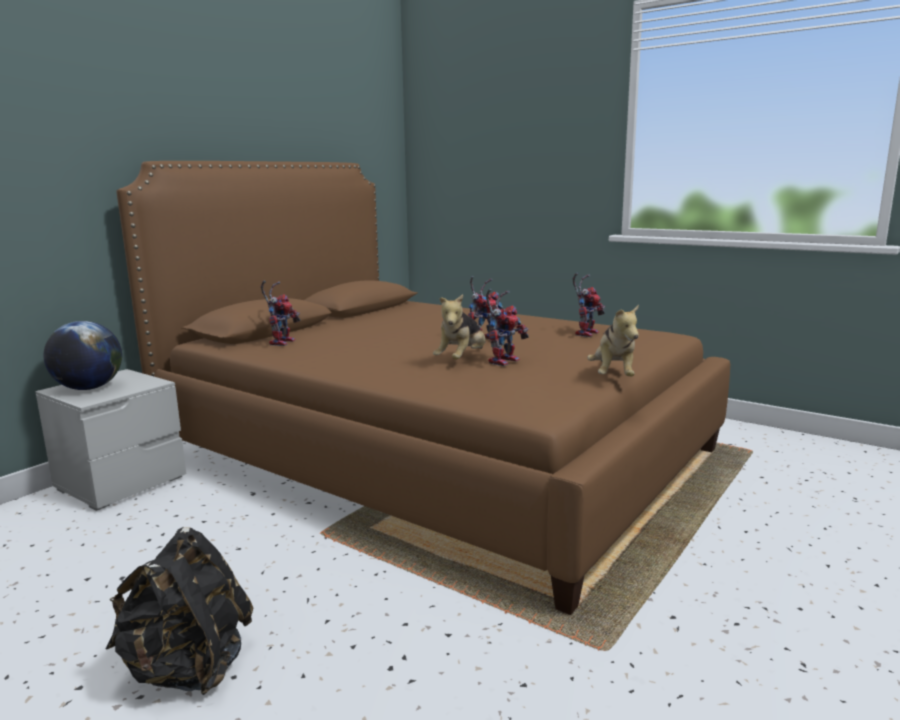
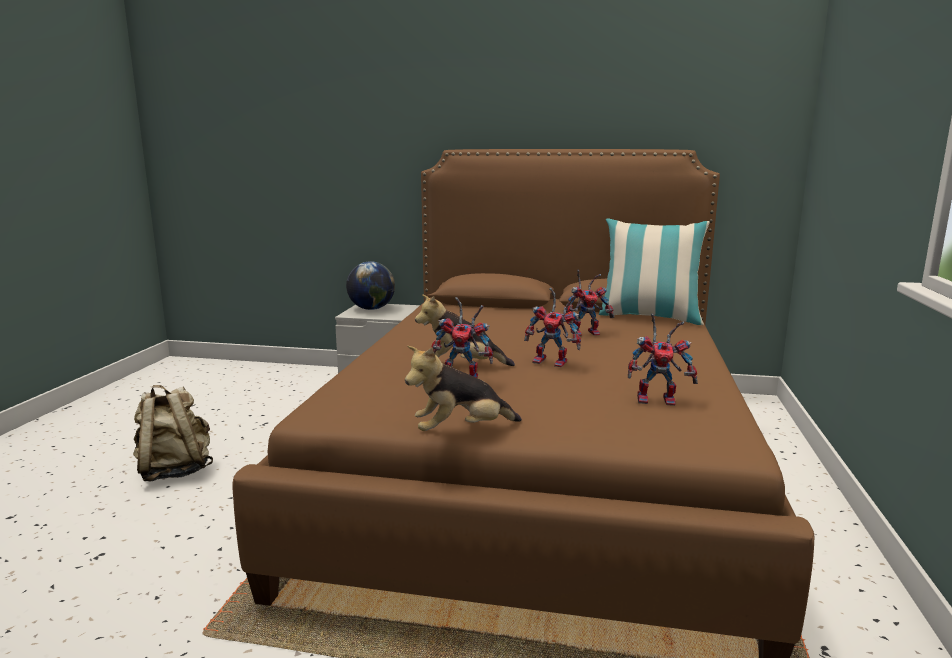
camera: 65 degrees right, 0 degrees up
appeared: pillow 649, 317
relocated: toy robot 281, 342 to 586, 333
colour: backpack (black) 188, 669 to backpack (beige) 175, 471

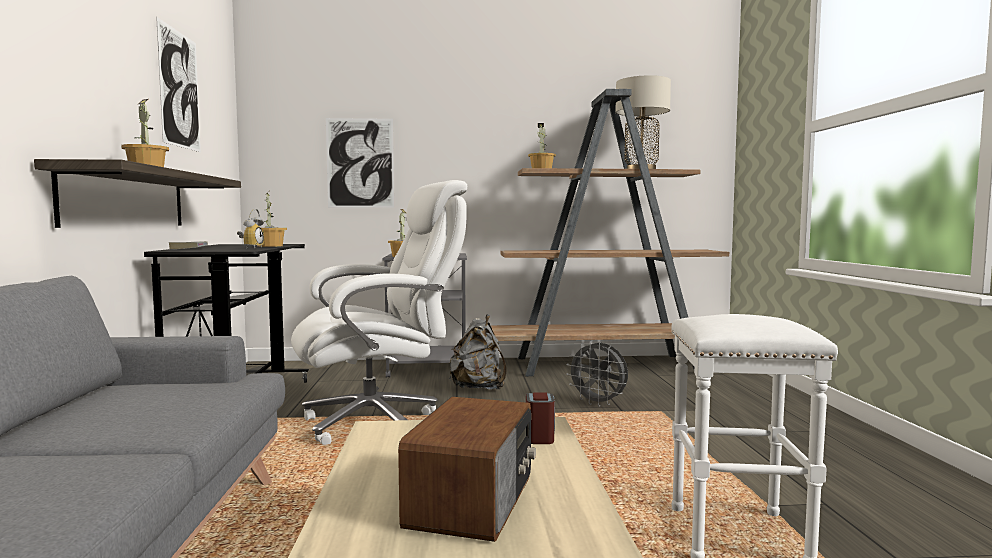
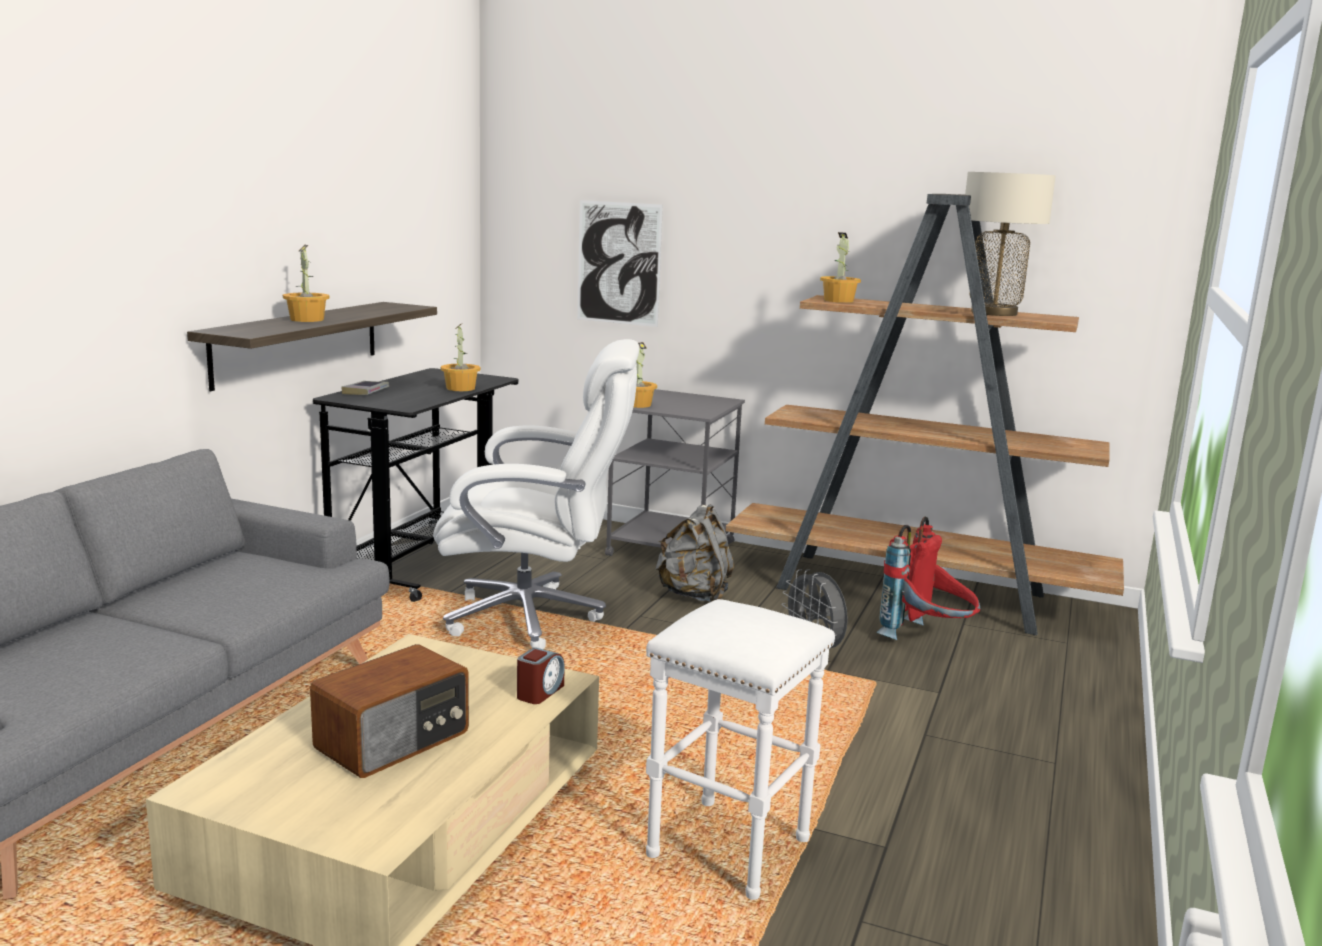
camera: 25 degrees right, 10 degrees up
missing: picture 180, 89; alarm clock 251, 248
appeared: backpack (red) 927, 640

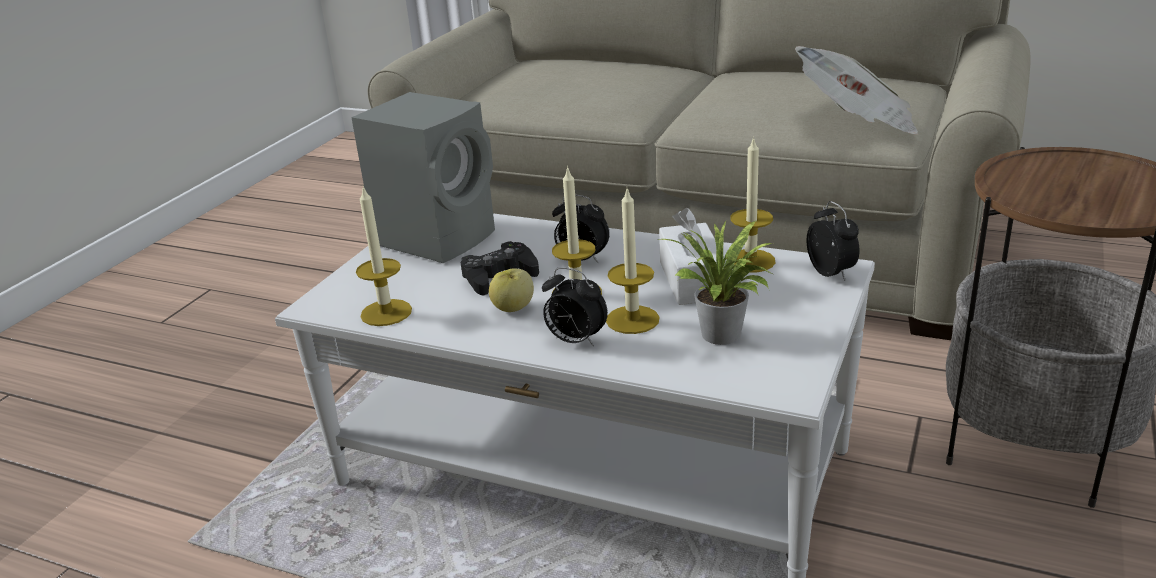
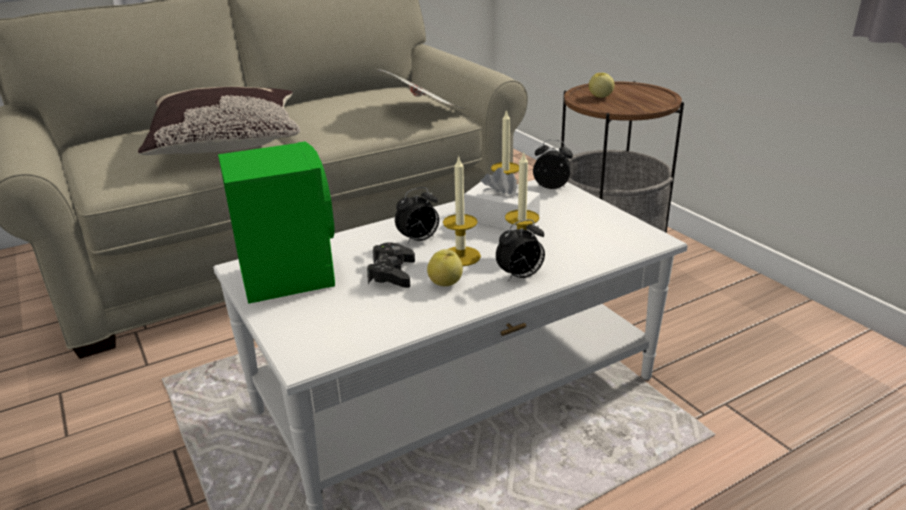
camera: 55 degrees left, 0 degrees up
missing: candle 386, 312; potted plant 722, 337
appeared: pillow 228, 143; apple 600, 97
colour: speaker (grey) 439, 237 to speaker (green) 287, 275

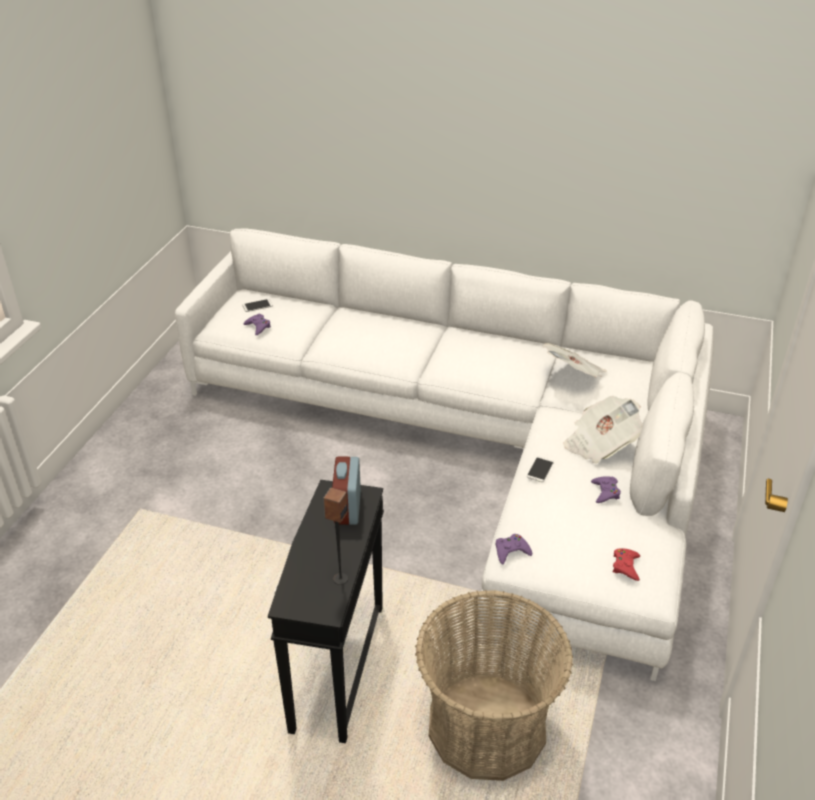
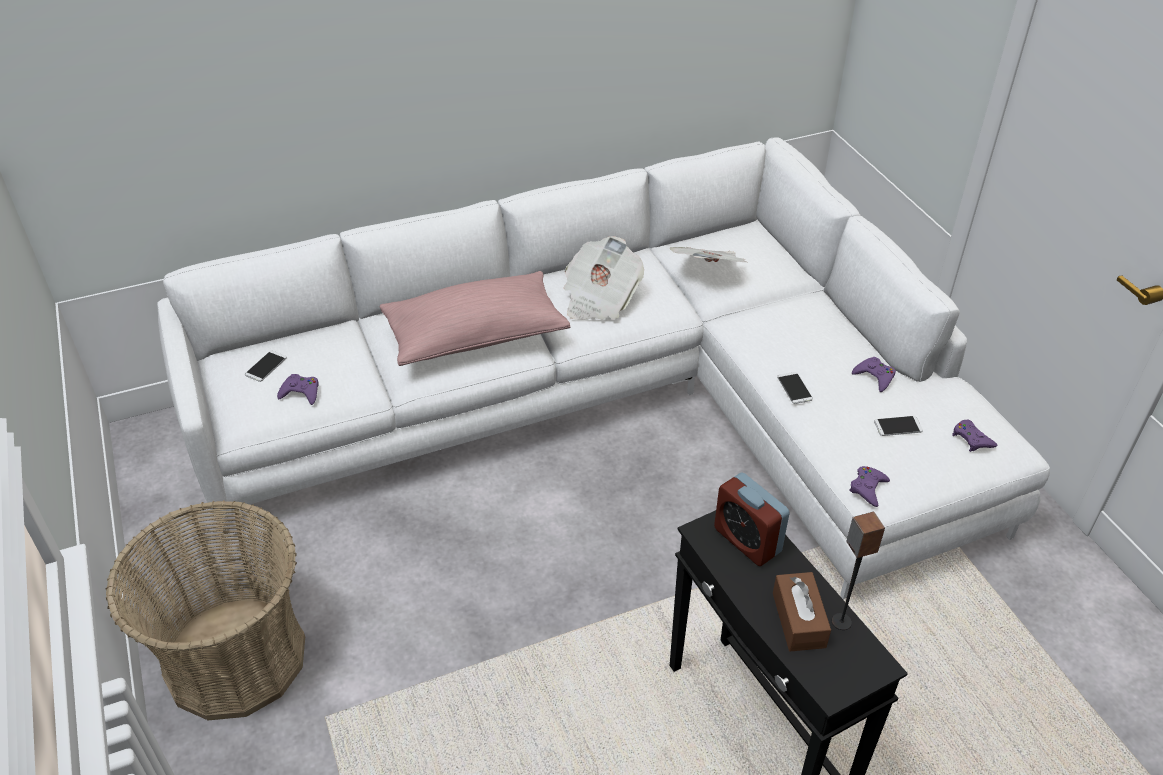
camera: 40 degrees left, 5 degrees up
appeared: pillow (pink) 475, 336; tissue box (brown) 798, 620; phone 898, 426
relocated: basket 487, 727 to 236, 658; newspaper 600, 444 to 599, 298
colour: game controller (red) 626, 566 to game controller (purple) 971, 439

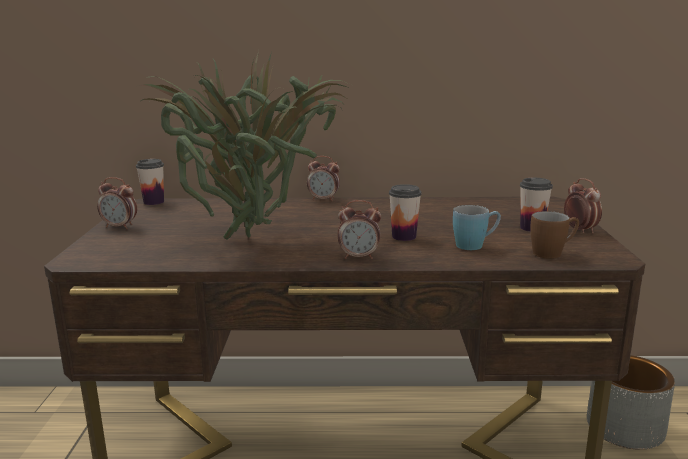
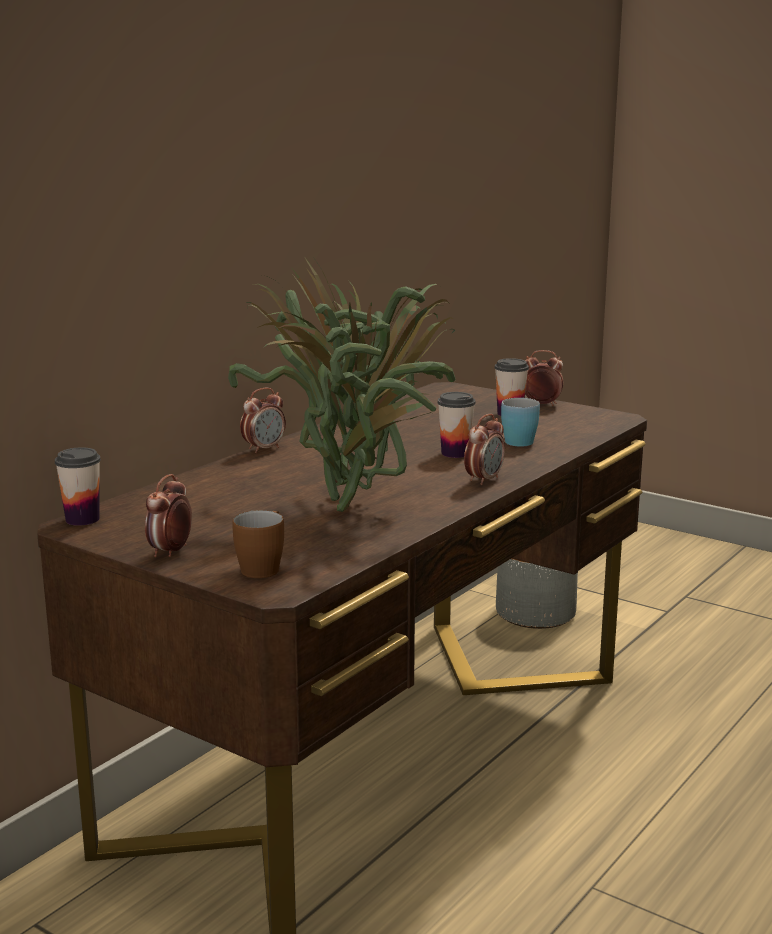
camera: 55 degrees left, 0 degrees up
relocated: mug (brown) 553, 253 to 264, 567
spun: alarm clock 120, 227 = 170, 552 150 degrees clockwise

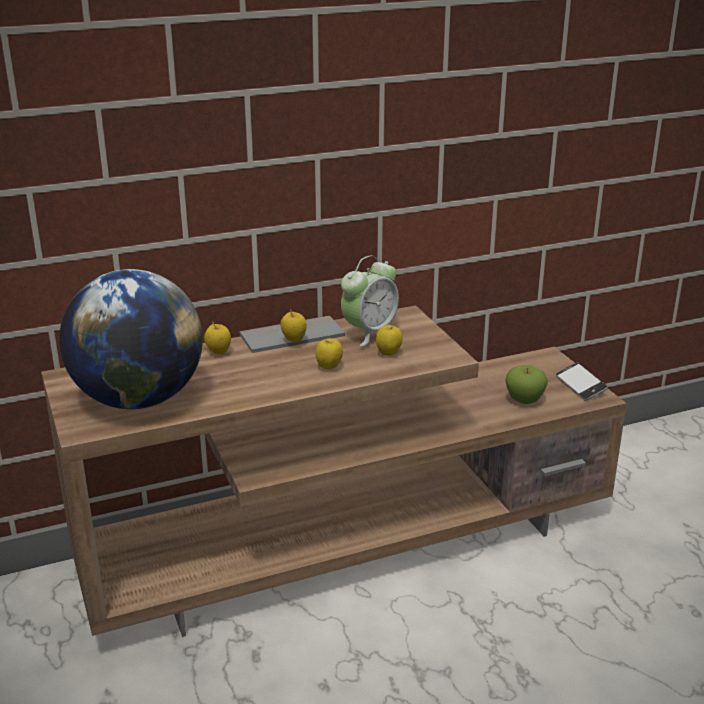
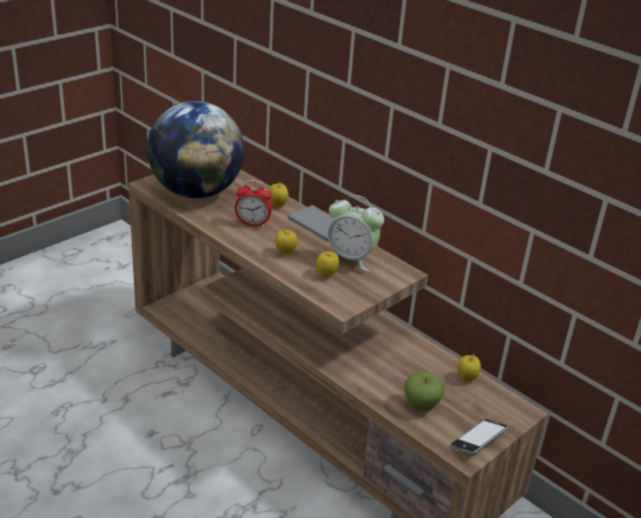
camera: 65 degrees right, 5 degrees up
appeared: alarm clock 253, 224
relocated: apple 294, 340 to 467, 378

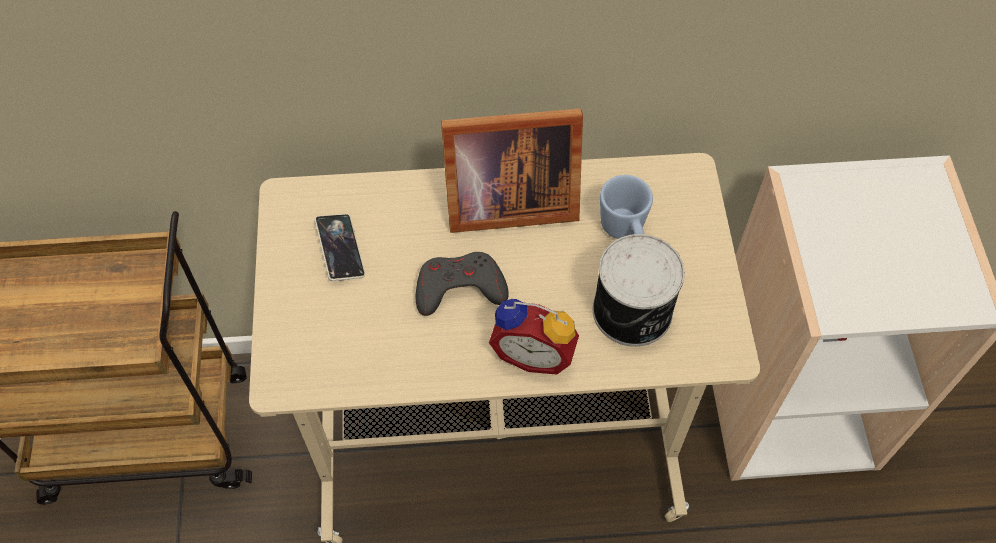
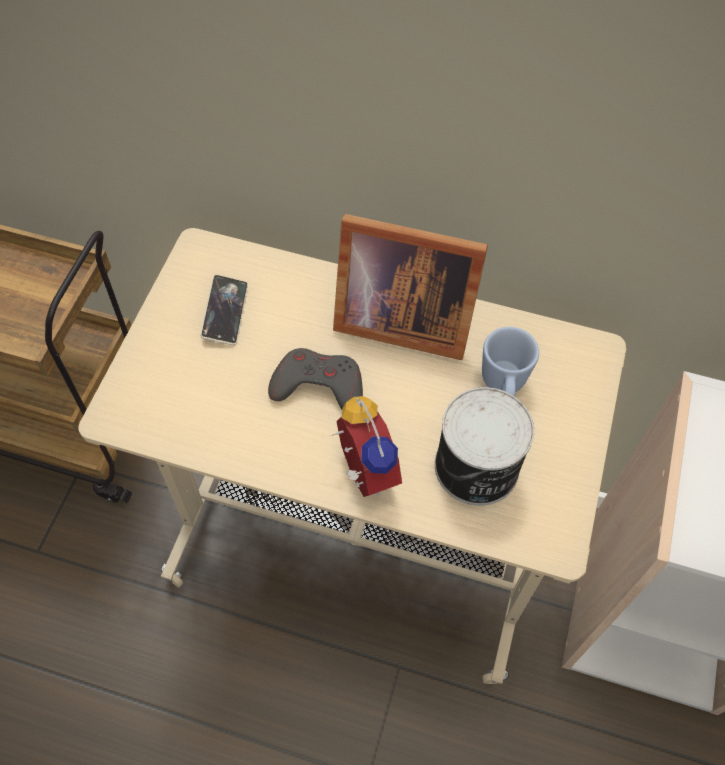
camera: 20 degrees right, 0 degrees up
spun: alarm clock 534, 352 = 361, 472 150 degrees counterclockwise

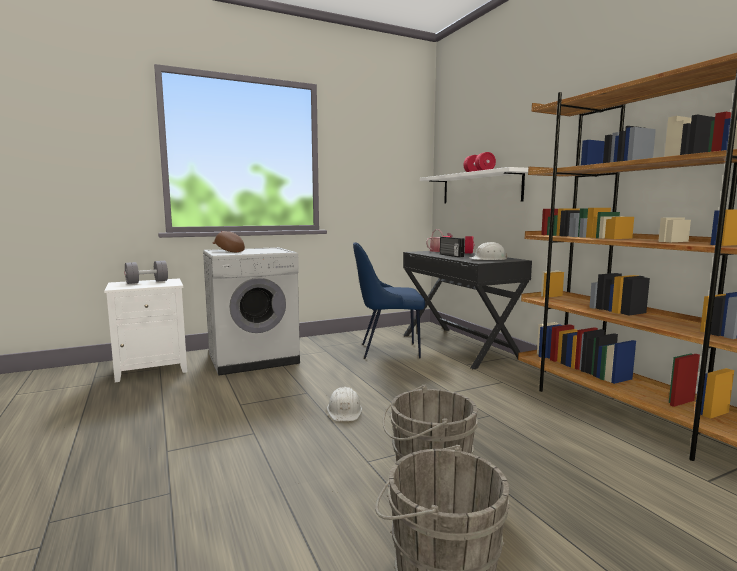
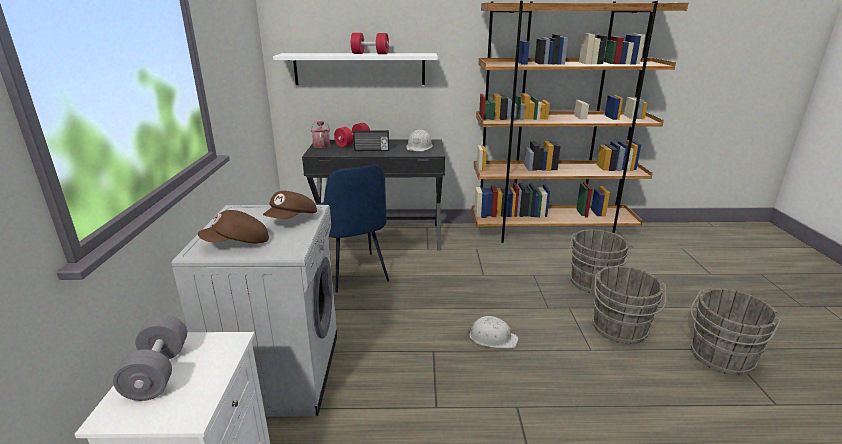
camera: 65 degrees left, 15 degrees up
appeared: cap (brown) 292, 219; bucket (grey) 592, 284
spun: chair (blue) 389, 351 = 355, 272 45 degrees counterclockwise

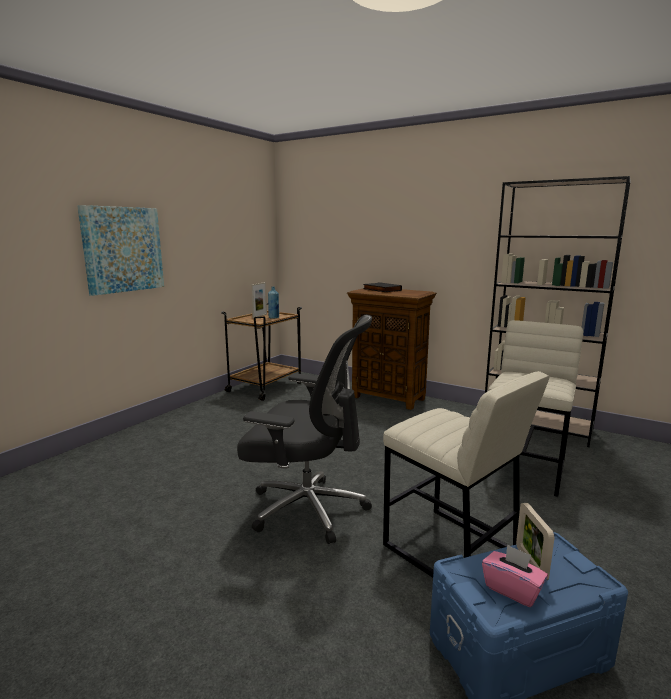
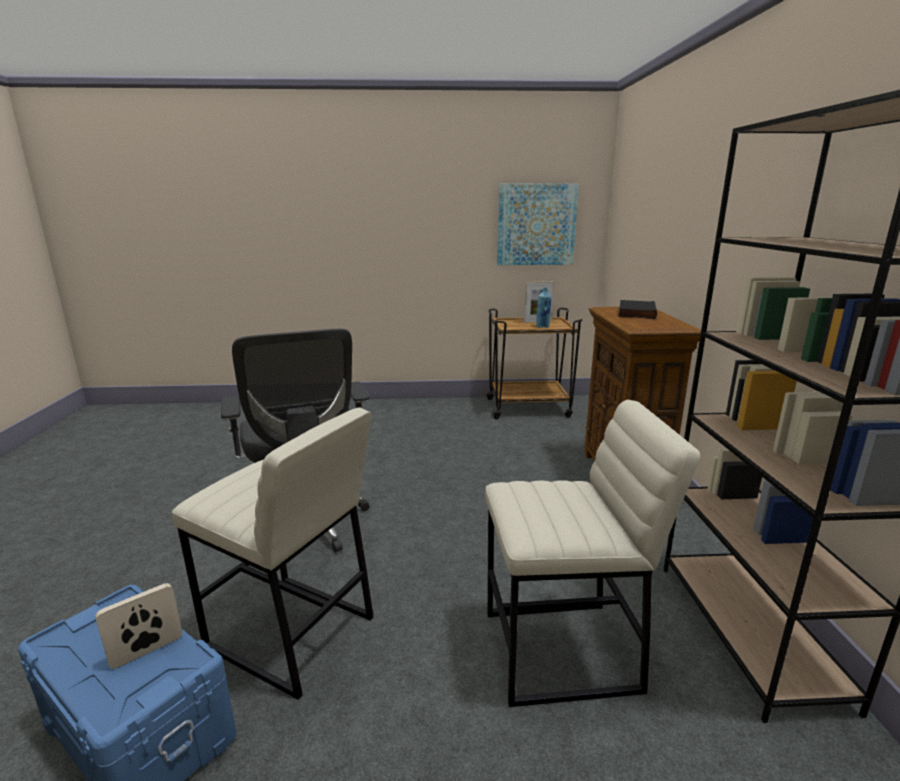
camera: 55 degrees right, 5 degrees up
missing: tissue box (pink) 512, 589
relocated: picture 123, 249 to 536, 224
spun: chair (beige) 452, 551 = 294, 633 75 degrees counterclockwise

